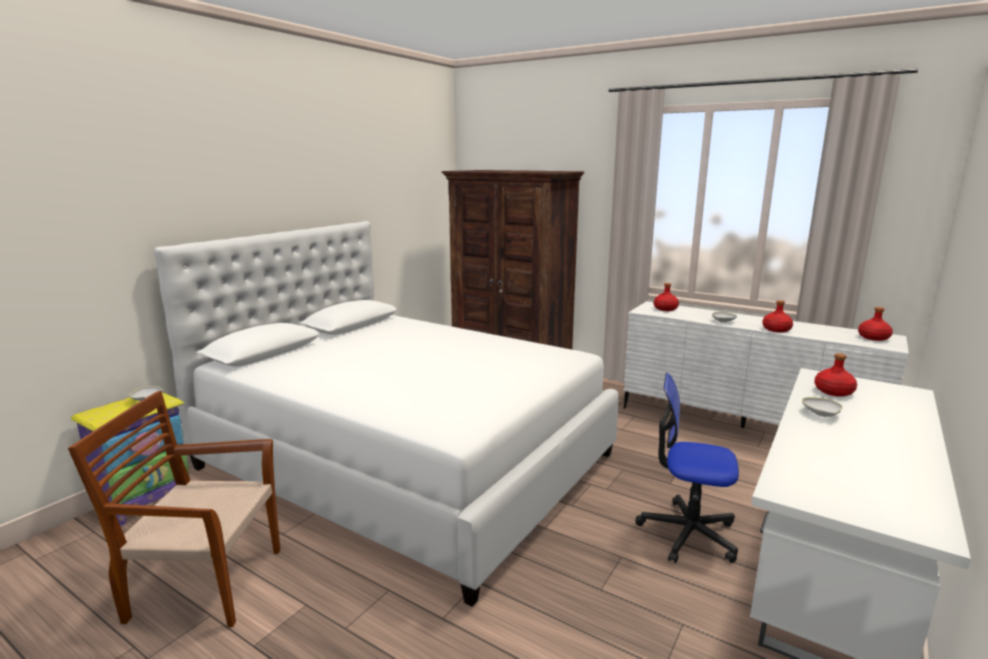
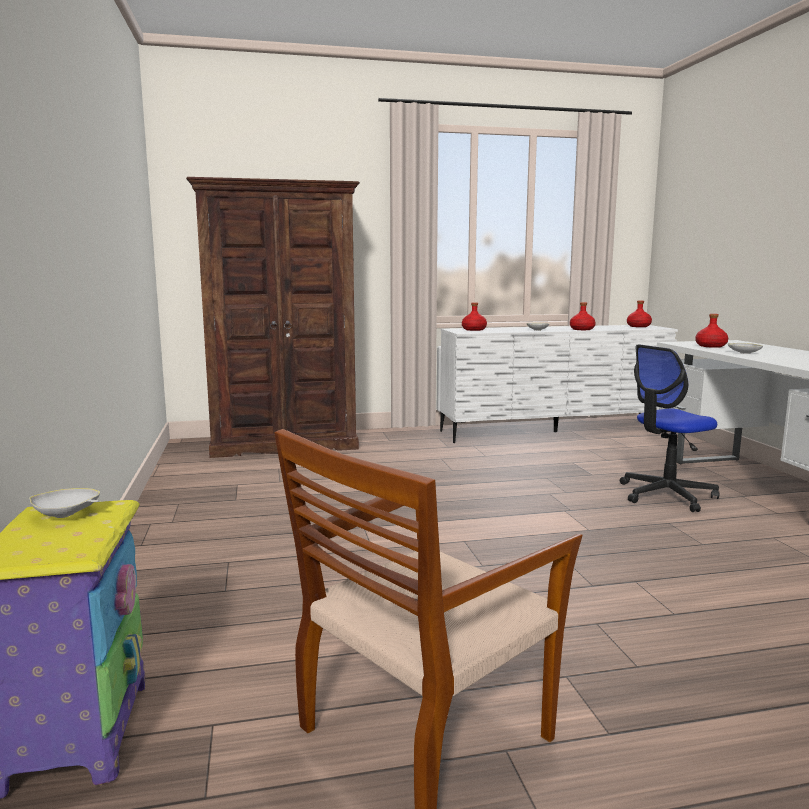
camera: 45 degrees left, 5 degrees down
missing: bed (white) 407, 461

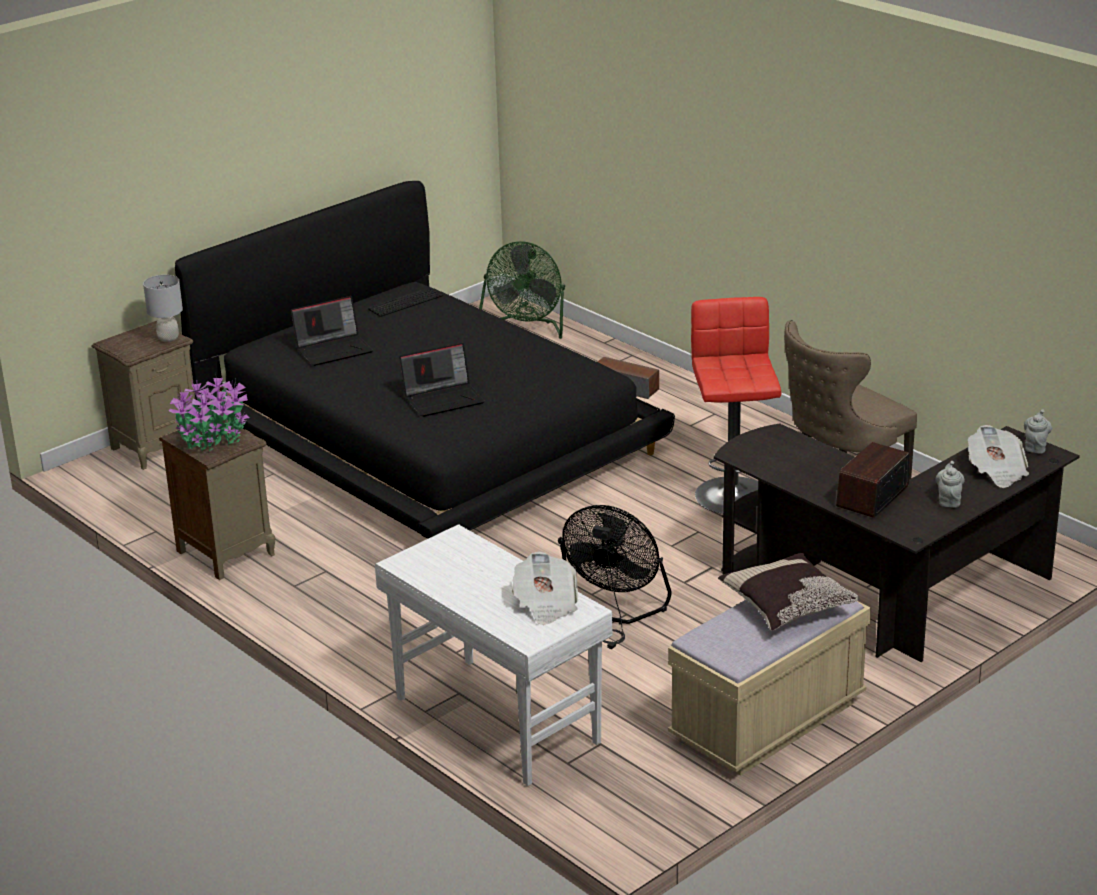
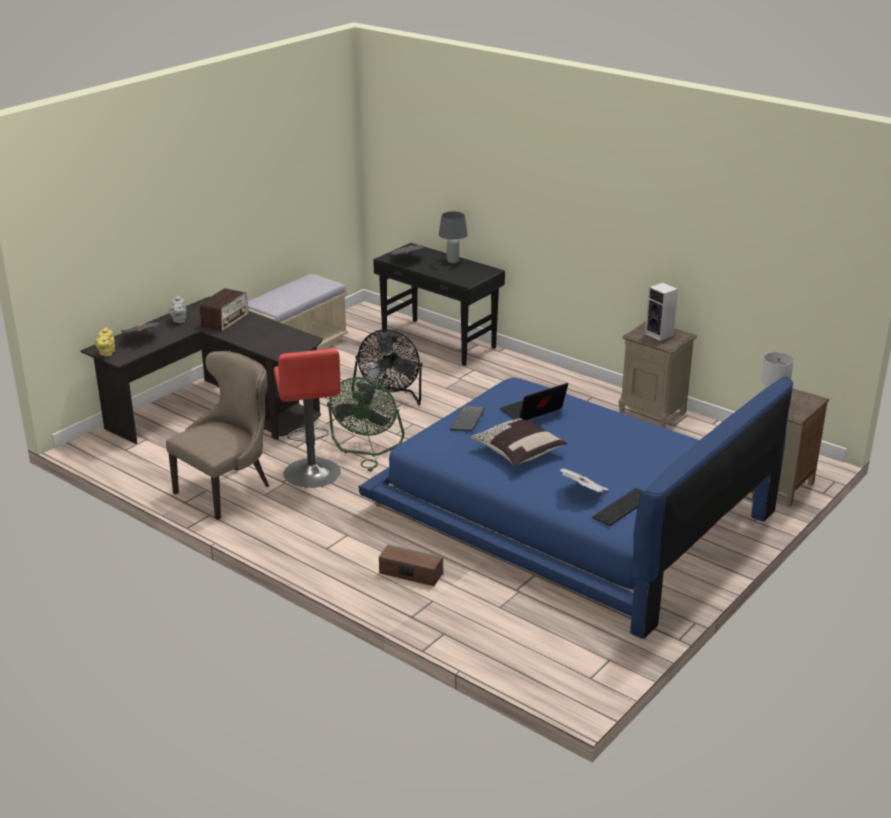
camera: 170 degrees right, 0 degrees up
missing: laptop 334, 349
appeared: table lamp (grey) 452, 261; keyboard 468, 420; newspaper 584, 492
relocated: fan (green) 525, 325 to 365, 449; pillow 787, 605 to 518, 452
exchanged: potted plant 211, 438 to speaker 660, 335
colour: teapot (grey) 1035, 447 to teapot (yellow) 106, 353; bed (black) 425, 433 to bed (blue) 570, 513; console table (white) 495, 720 to console table (black) 439, 342

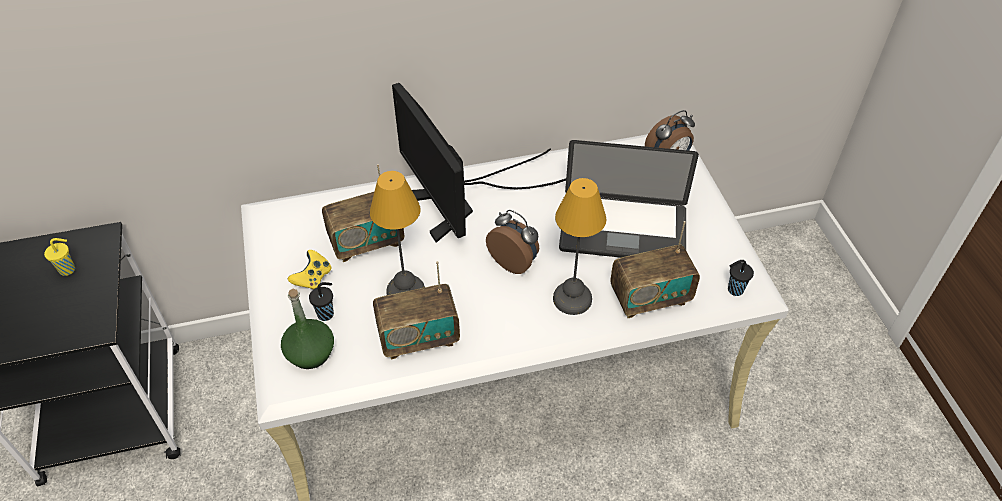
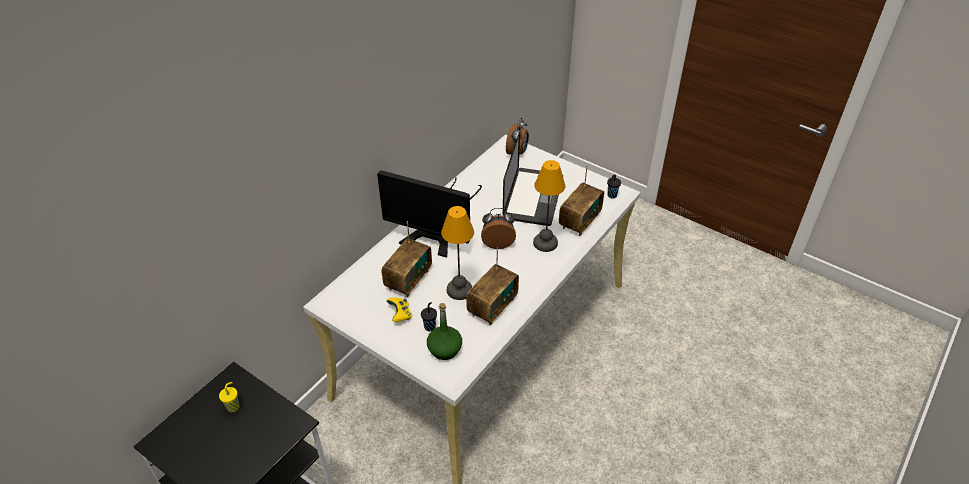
camera: 40 degrees left, 5 degrees down
spun: laptop 623, 230 = 533, 197 45 degrees counterclockwise

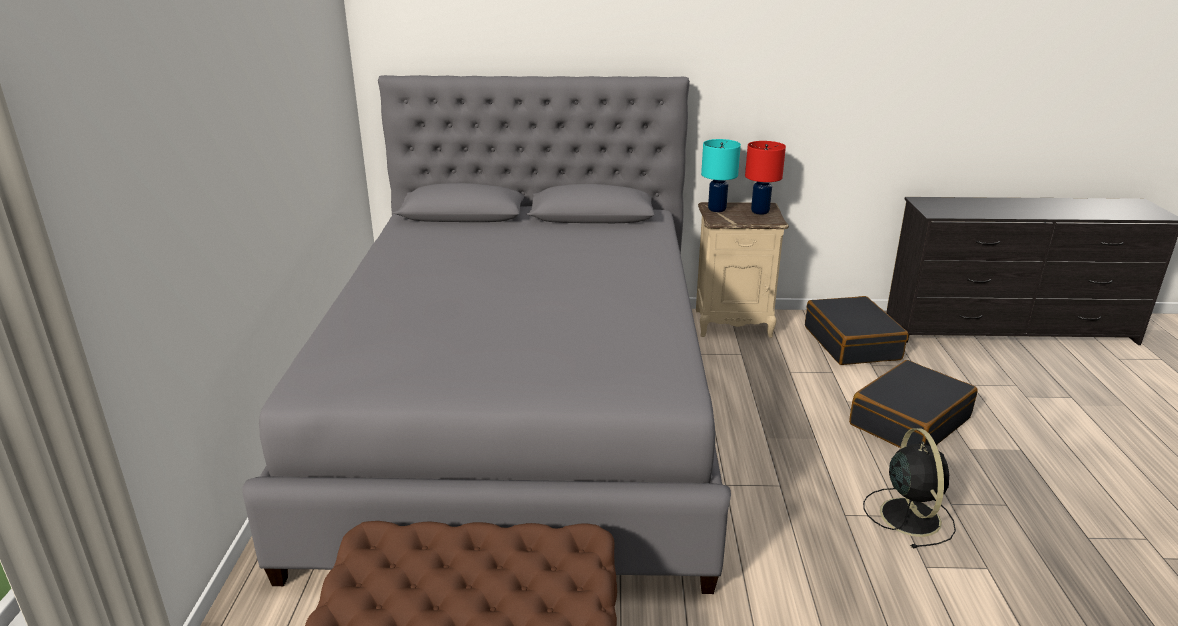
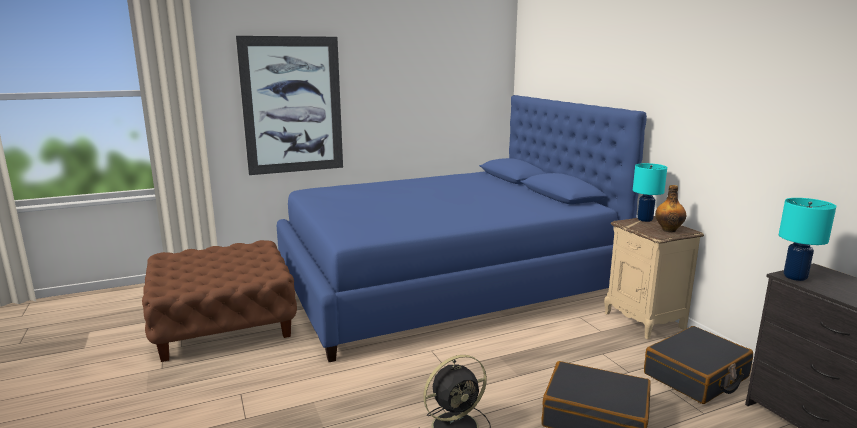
camera: 65 degrees right, 10 degrees down
appeared: picture 292, 105; table lamp (turquoise) 794, 277
exchanged: table lamp (red) 759, 211 to bottle 668, 230
colour: bed (grey) 523, 413 to bed (blue) 445, 283

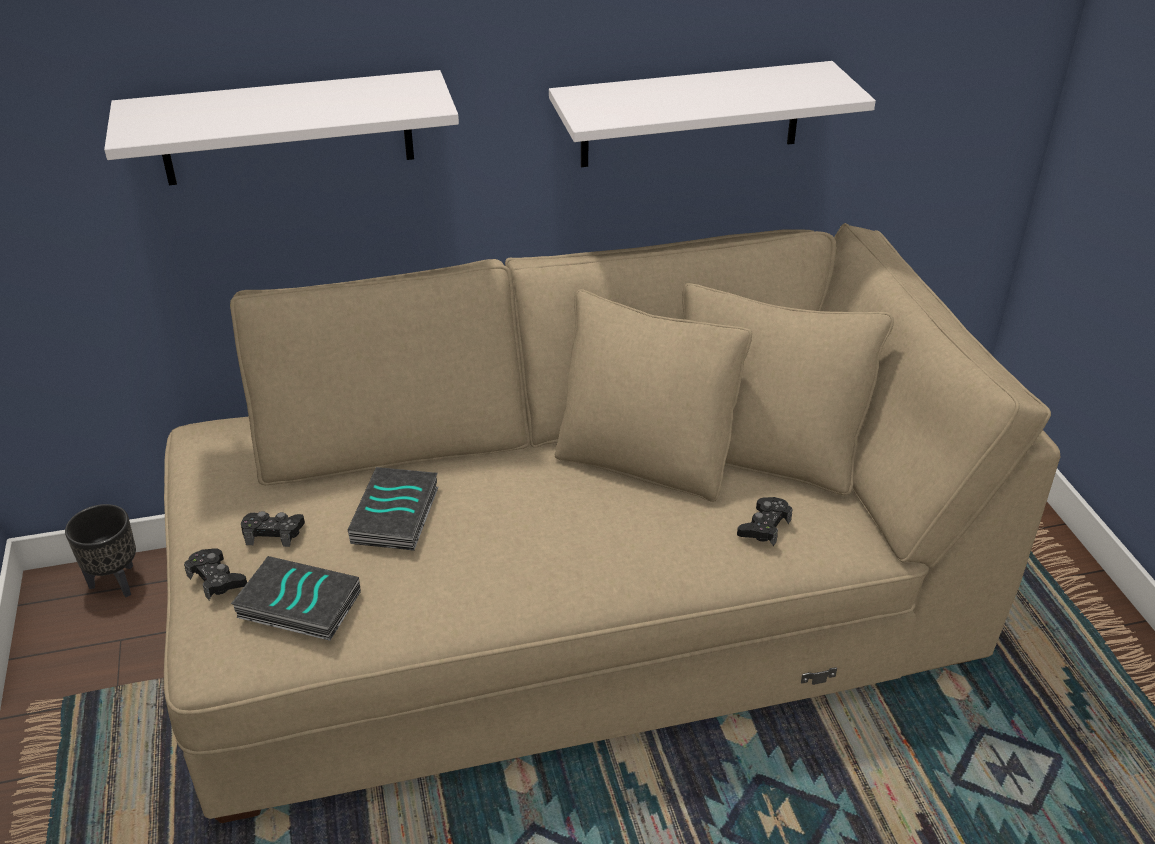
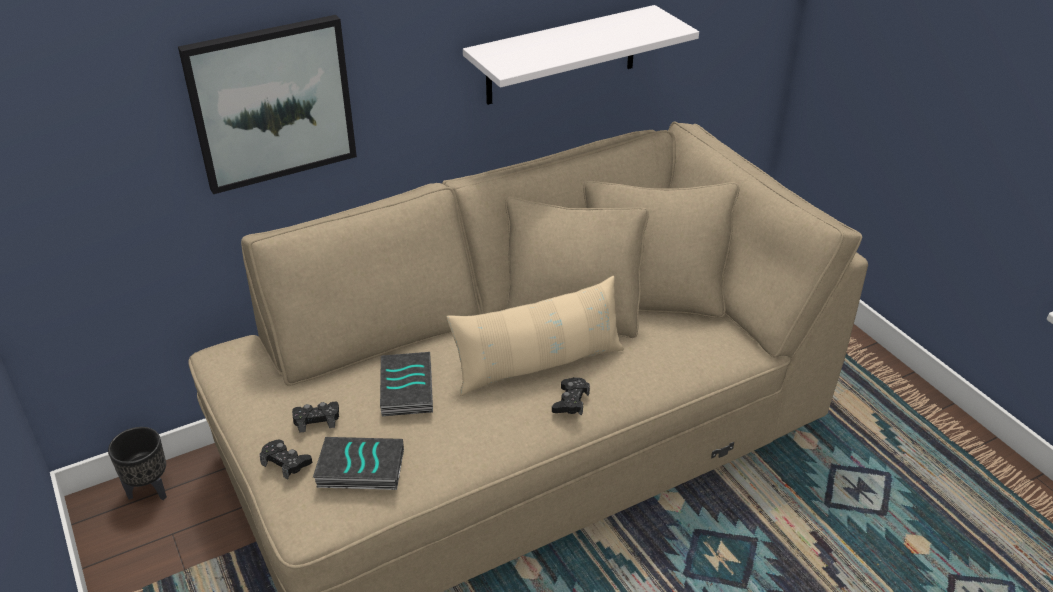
camera: 15 degrees left, 0 degrees up
appeared: pillow (beige) 539, 365
relocated: game controller (black) 764, 526 to 571, 401
exchanged: shelf (white) 287, 128 to picture 271, 103

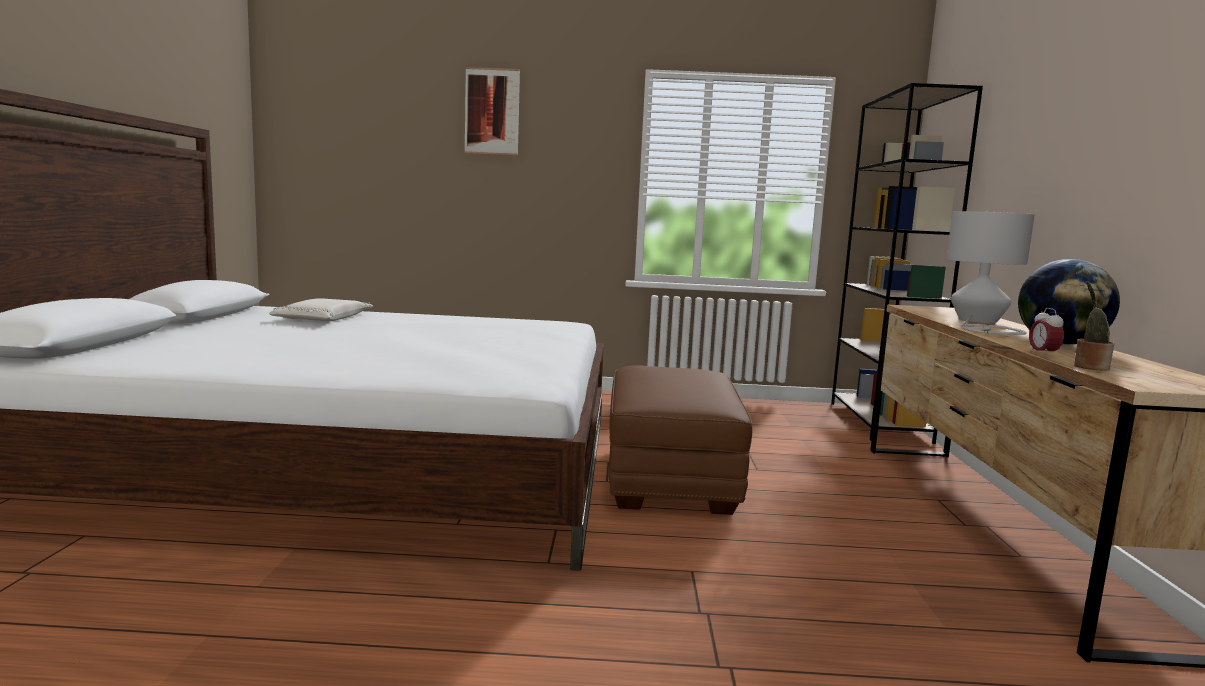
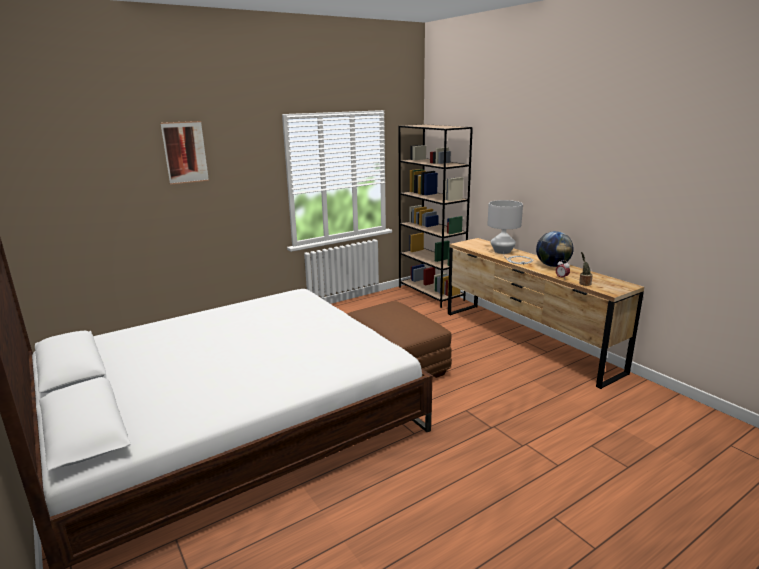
camera: 35 degrees left, 10 degrees up
missing: pillow (white) 324, 317

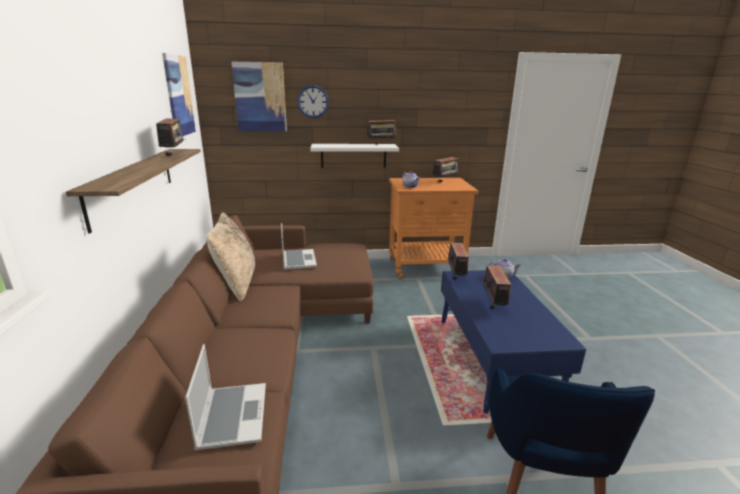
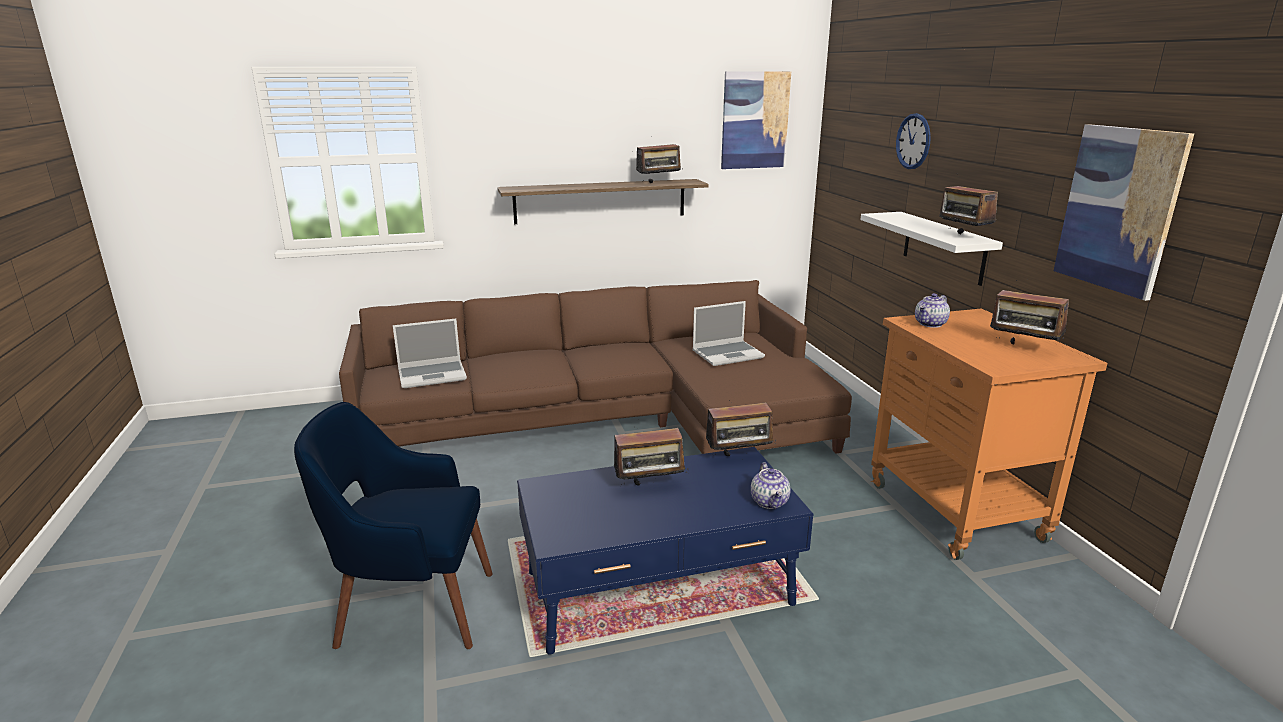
camera: 80 degrees right, 0 degrees up
missing: pillow (beige) 237, 285
relocated: picture 260, 97 to 1118, 209

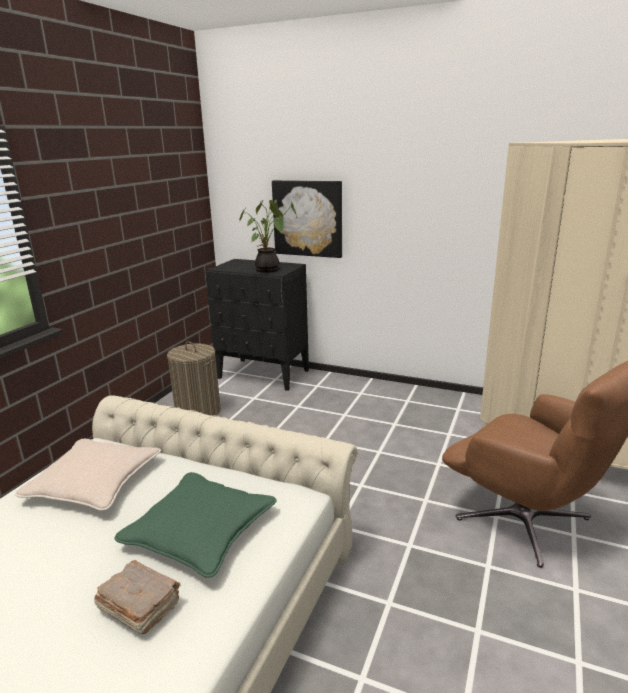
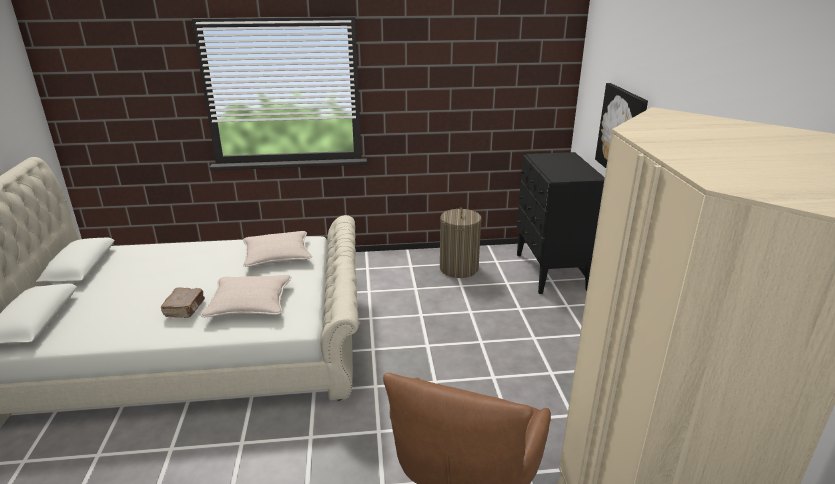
camera: 60 degrees right, 5 degrees up
missing: potted plant 269, 270
colour: pillow (green) 200, 529 to pillow (beige) 249, 302

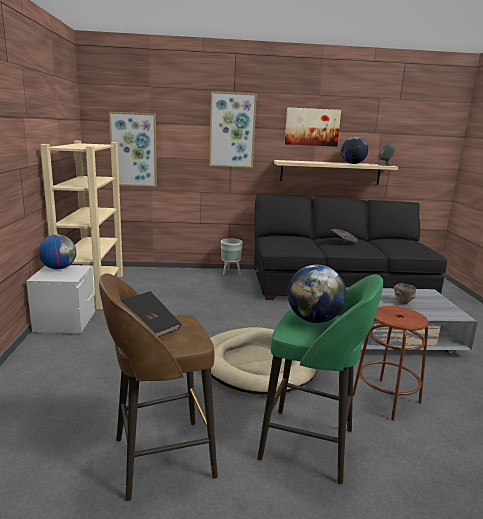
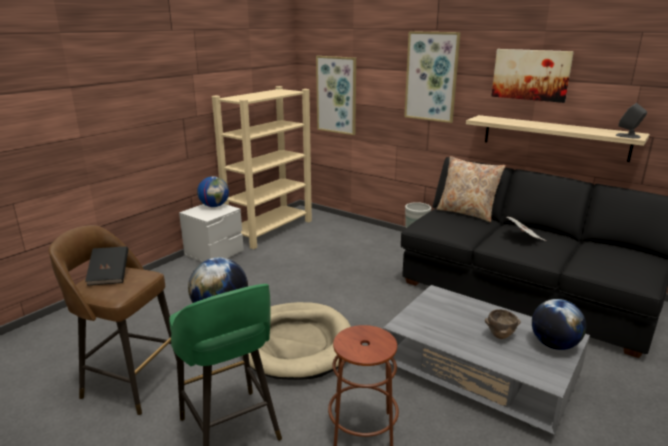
camera: 40 degrees right, 5 degrees up
appeared: pillow (beige) 467, 213
relocated: globe 353, 163 to 554, 345

